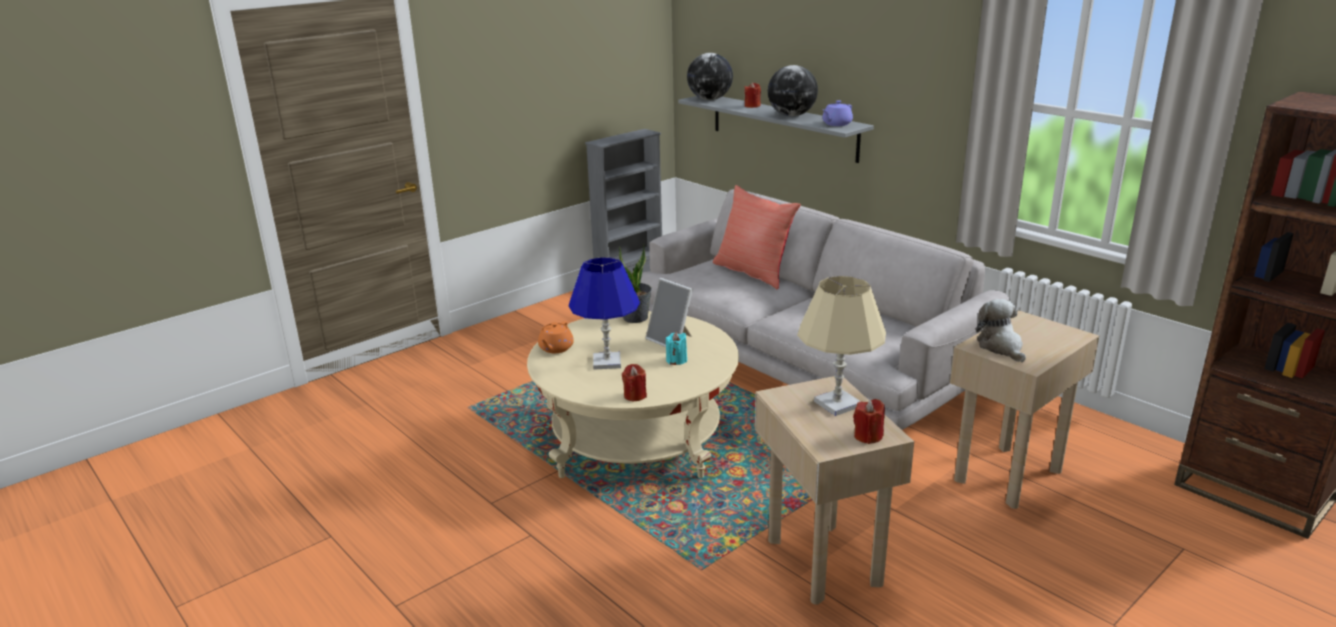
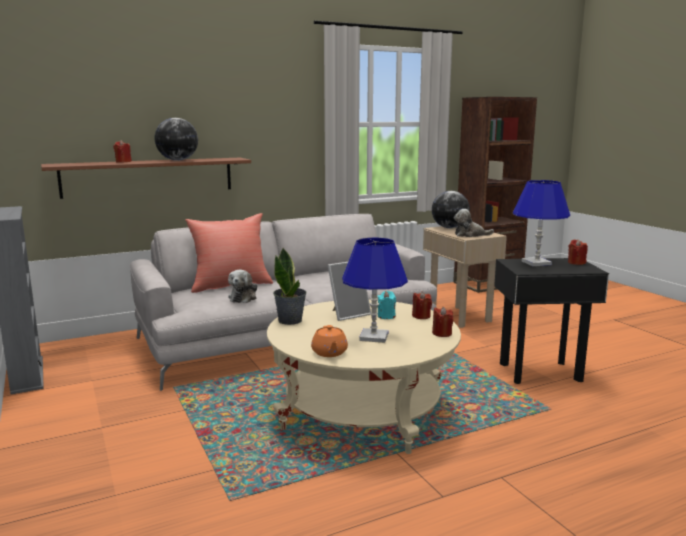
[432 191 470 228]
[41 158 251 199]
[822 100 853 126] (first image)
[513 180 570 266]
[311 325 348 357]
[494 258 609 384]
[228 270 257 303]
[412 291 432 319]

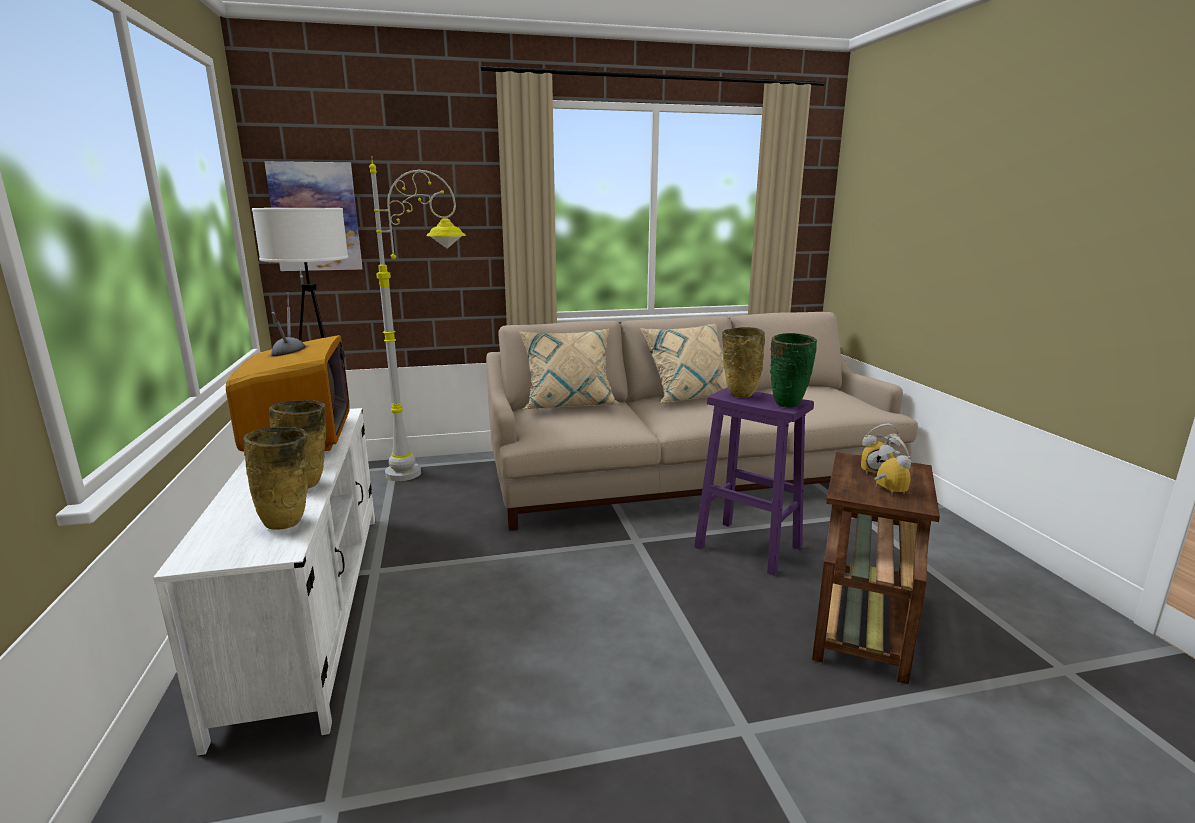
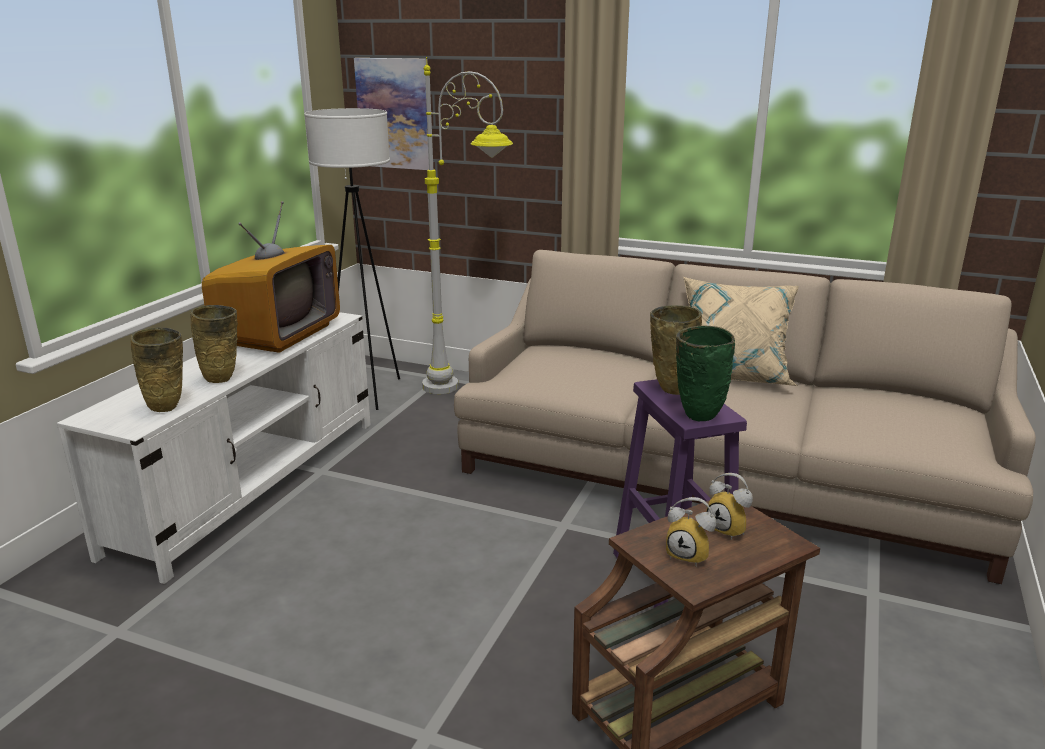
[519 329 621 409] (first image)
[666 497 716 566]

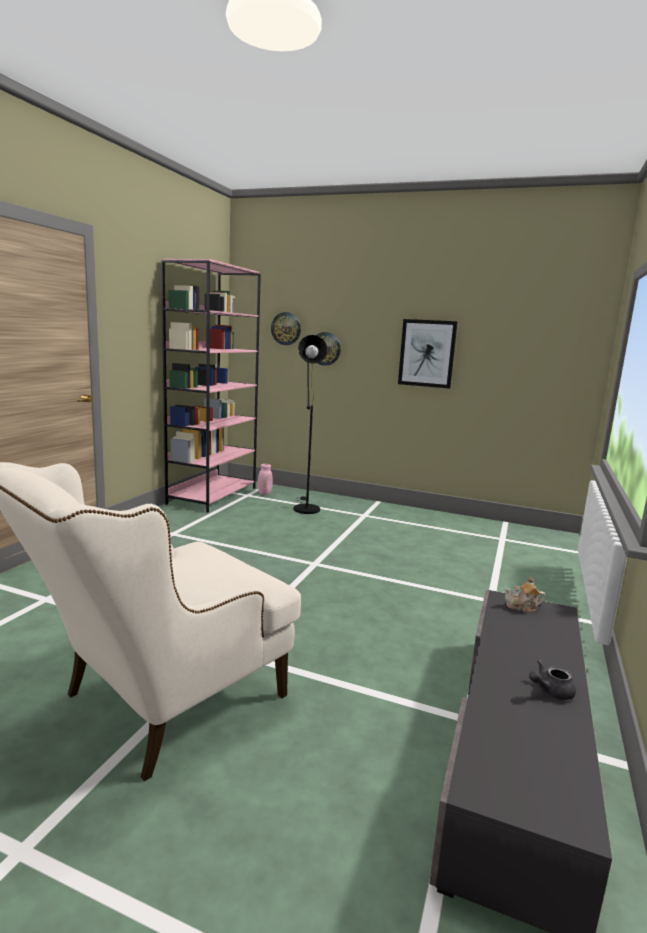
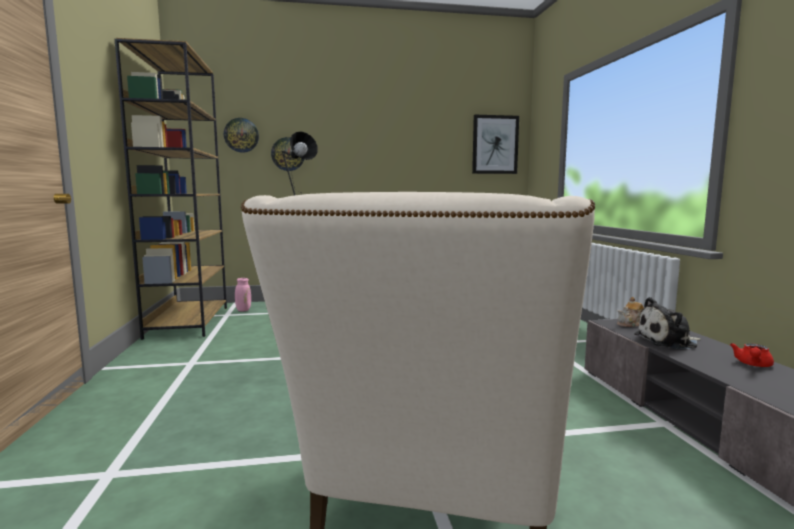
[115 38 227 340]
[472 115 519 174]
[730 343 774 367]
[634 297 701 349]

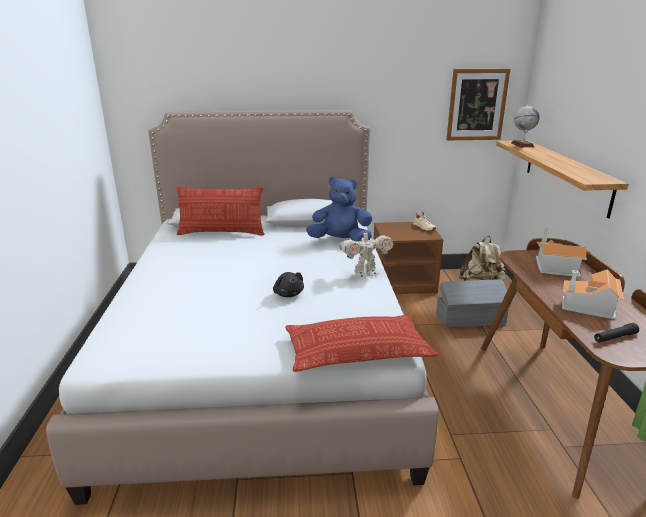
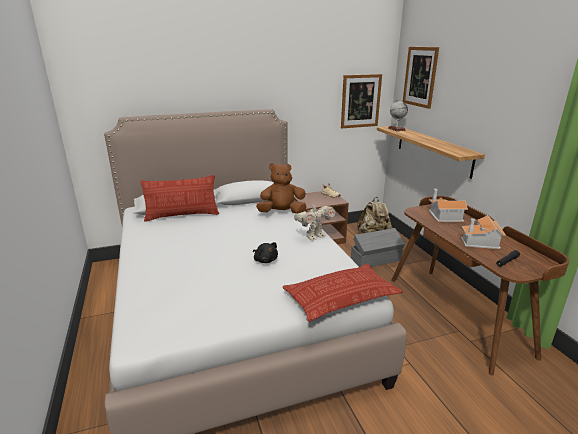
[256 163 306 214]
[403 47 439 109]

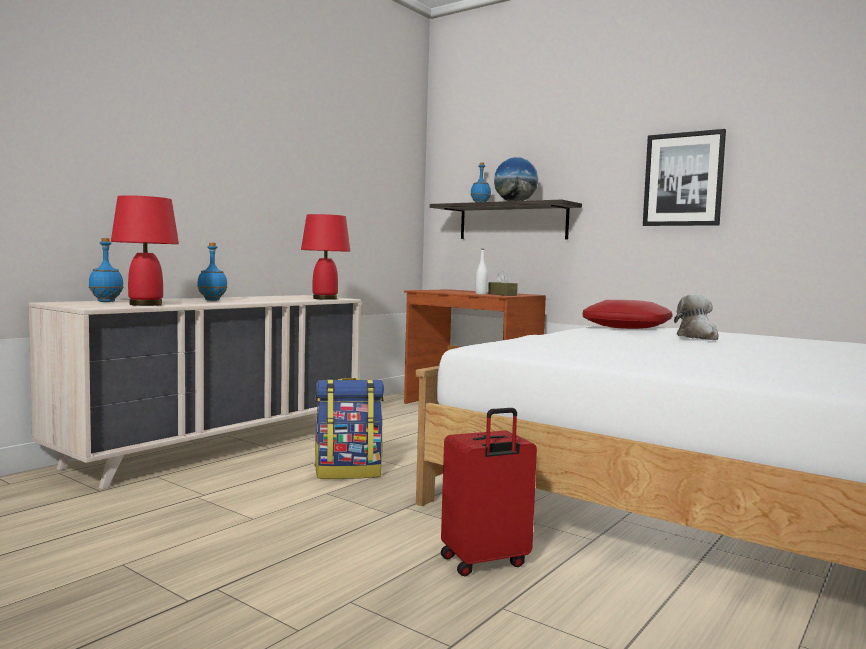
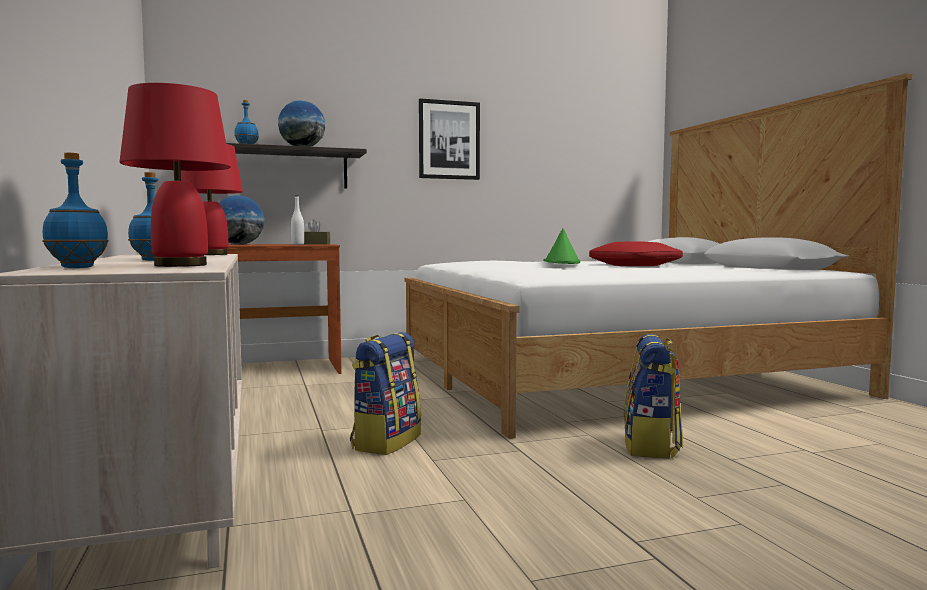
[543 228 581 264]
[589 241 683 266]
[624 334 683 459]
[219 195 264 245]

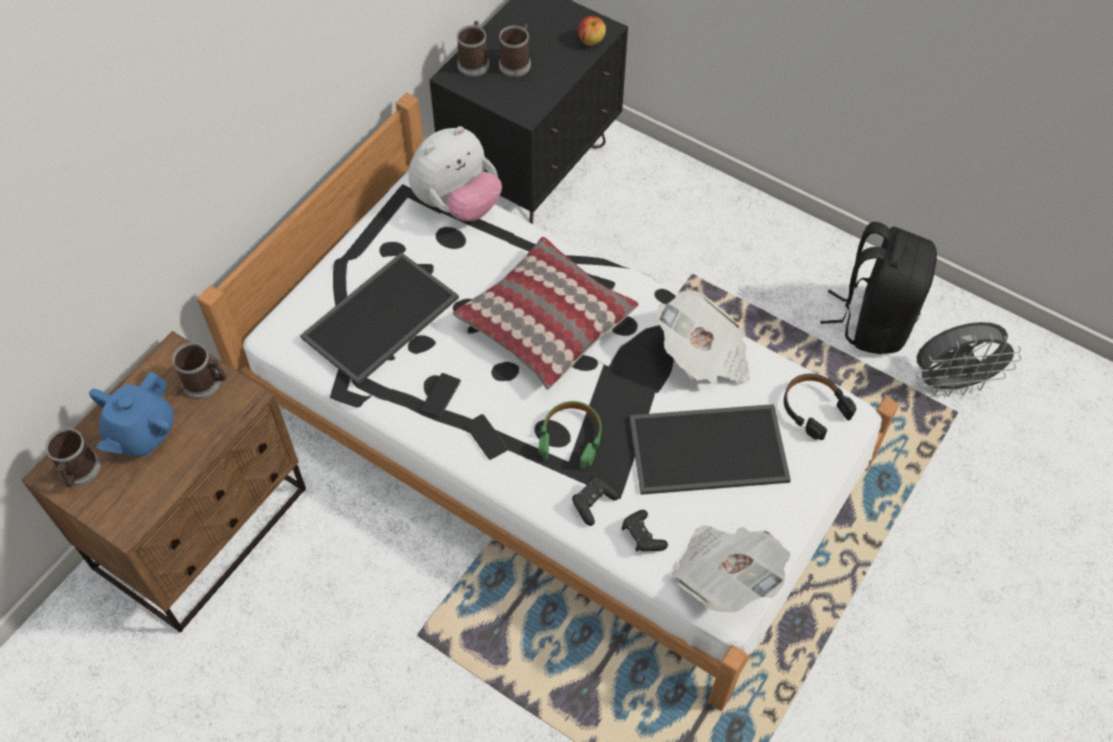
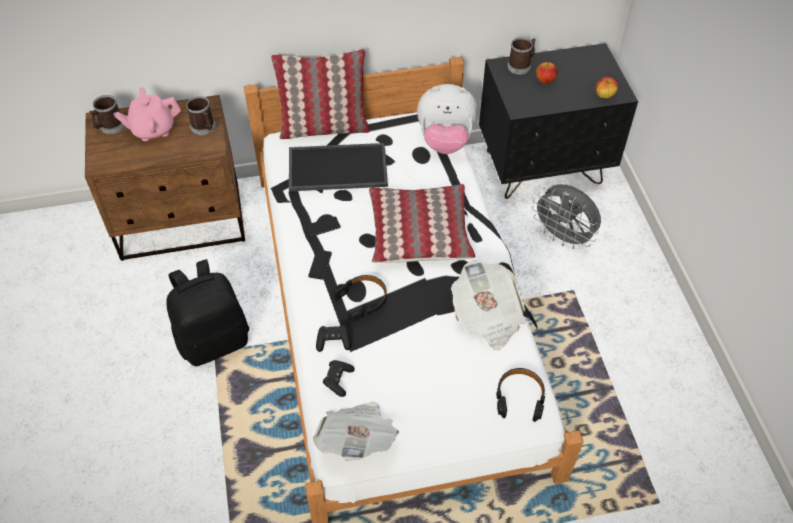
[536 62 558 84]
[166 259 249 366]
[532 184 601 249]
[114 87 181 141]
[334 275 387 322]
[629 404 791 495] (first image)
[271 49 370 139]

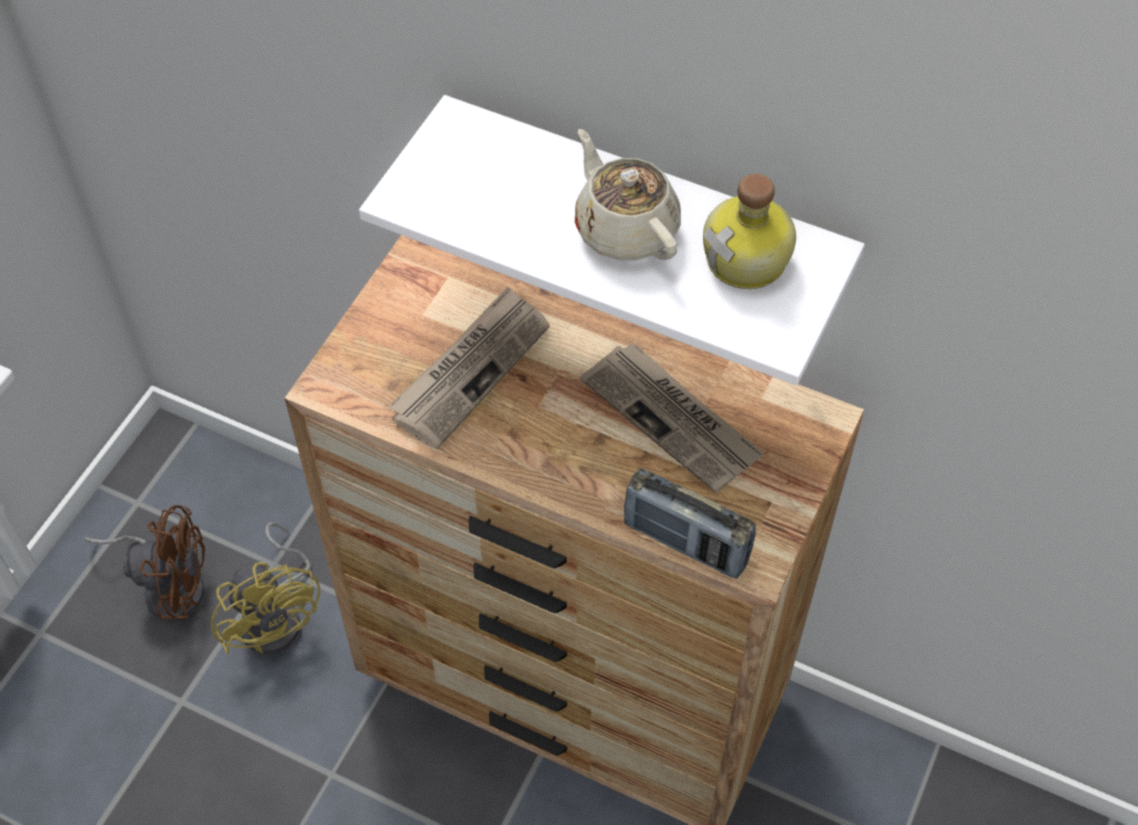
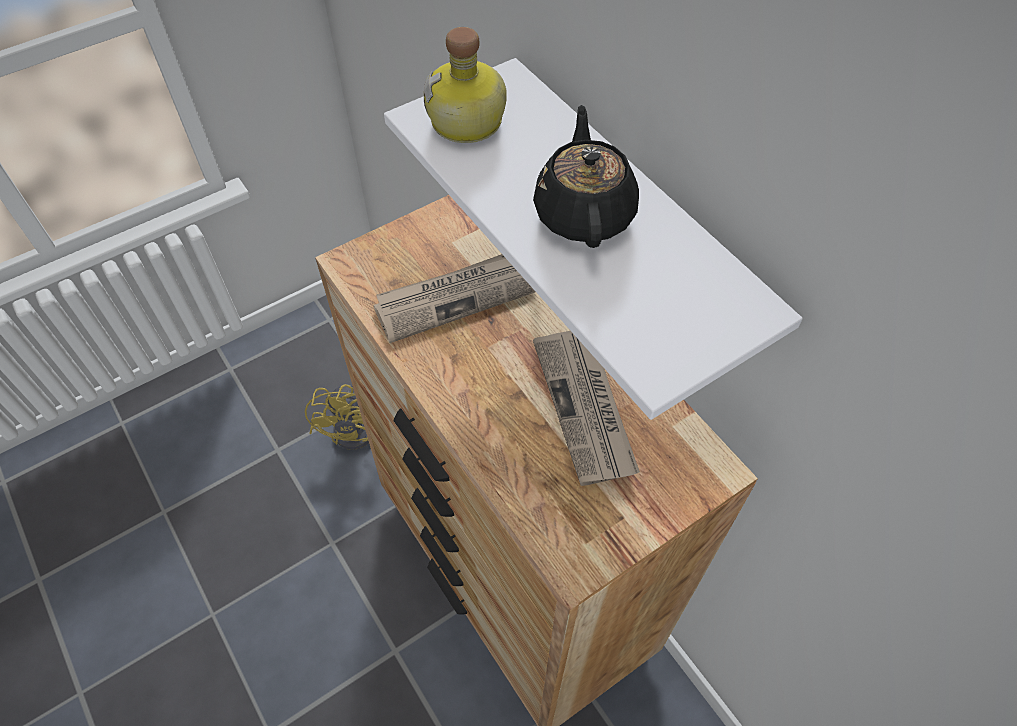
[533 105 639 248]
[424 27 507 143]
[624 468 756 579] (first image)
[84 505 205 620] (first image)

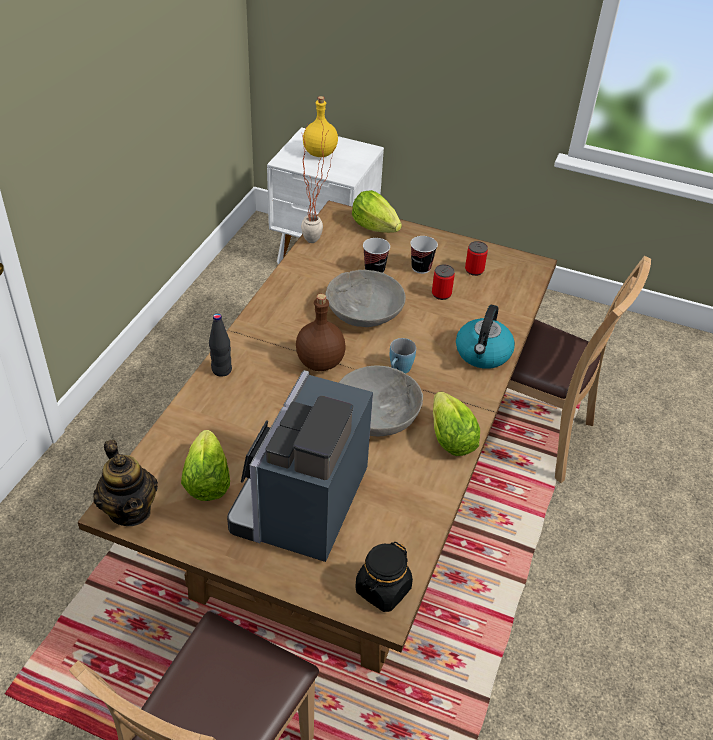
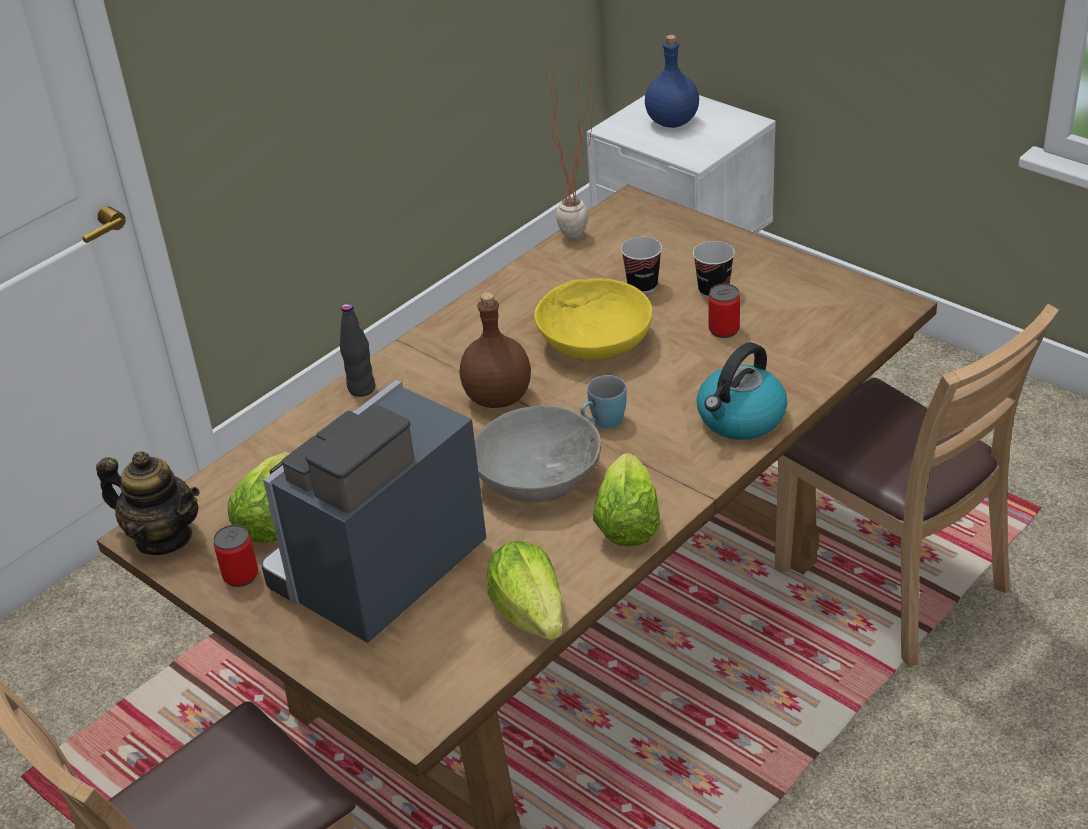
[645 35 699 128]
[487 541 563 640]
[213 525 258 587]
[534 278 653 360]
[96 451 200 555]
[356 542 413 612] (first image)

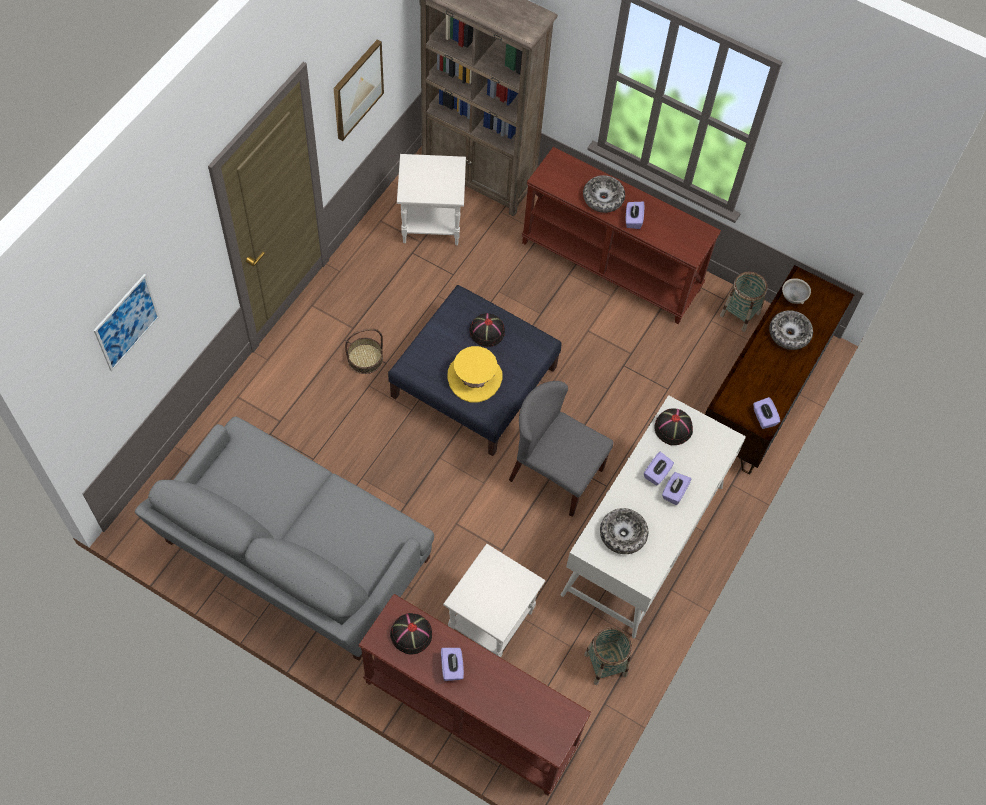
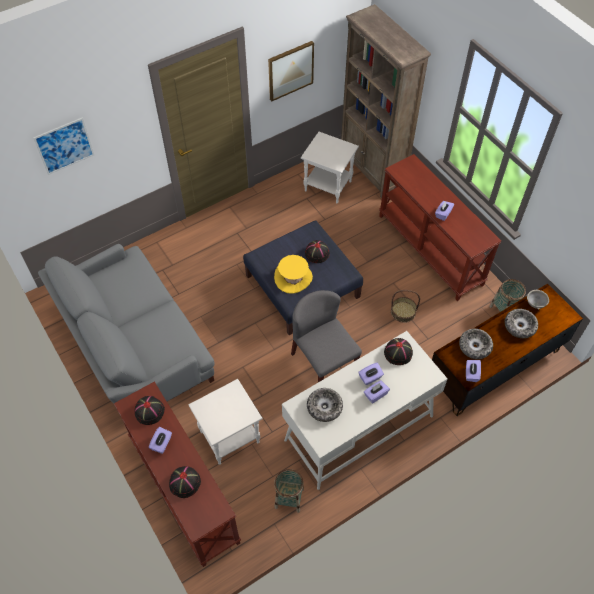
[459 329 493 359]
[391 290 420 323]
[169 466 201 498]

